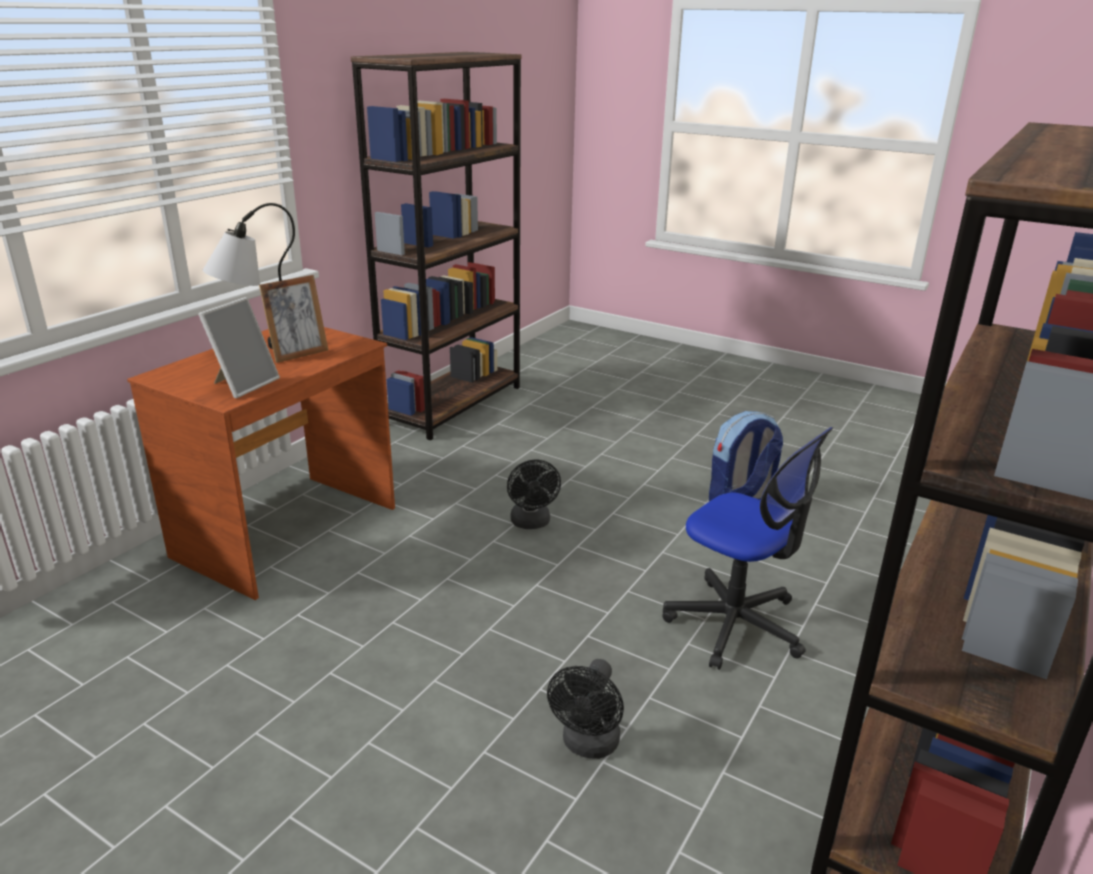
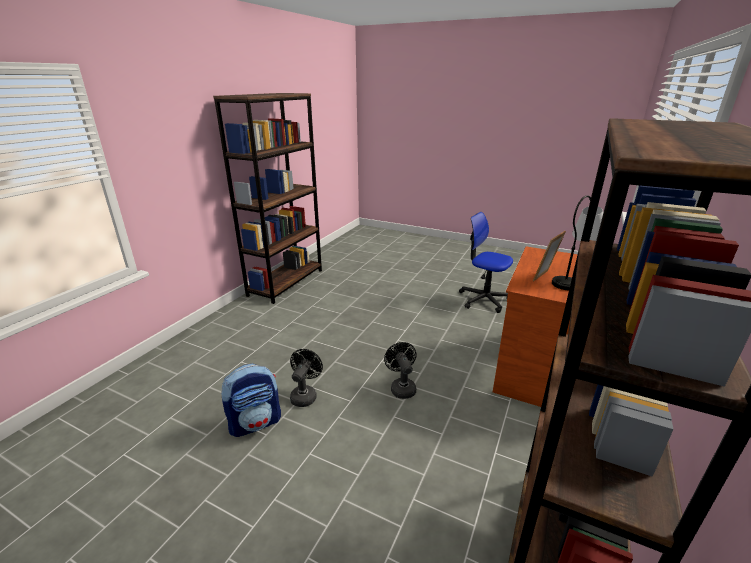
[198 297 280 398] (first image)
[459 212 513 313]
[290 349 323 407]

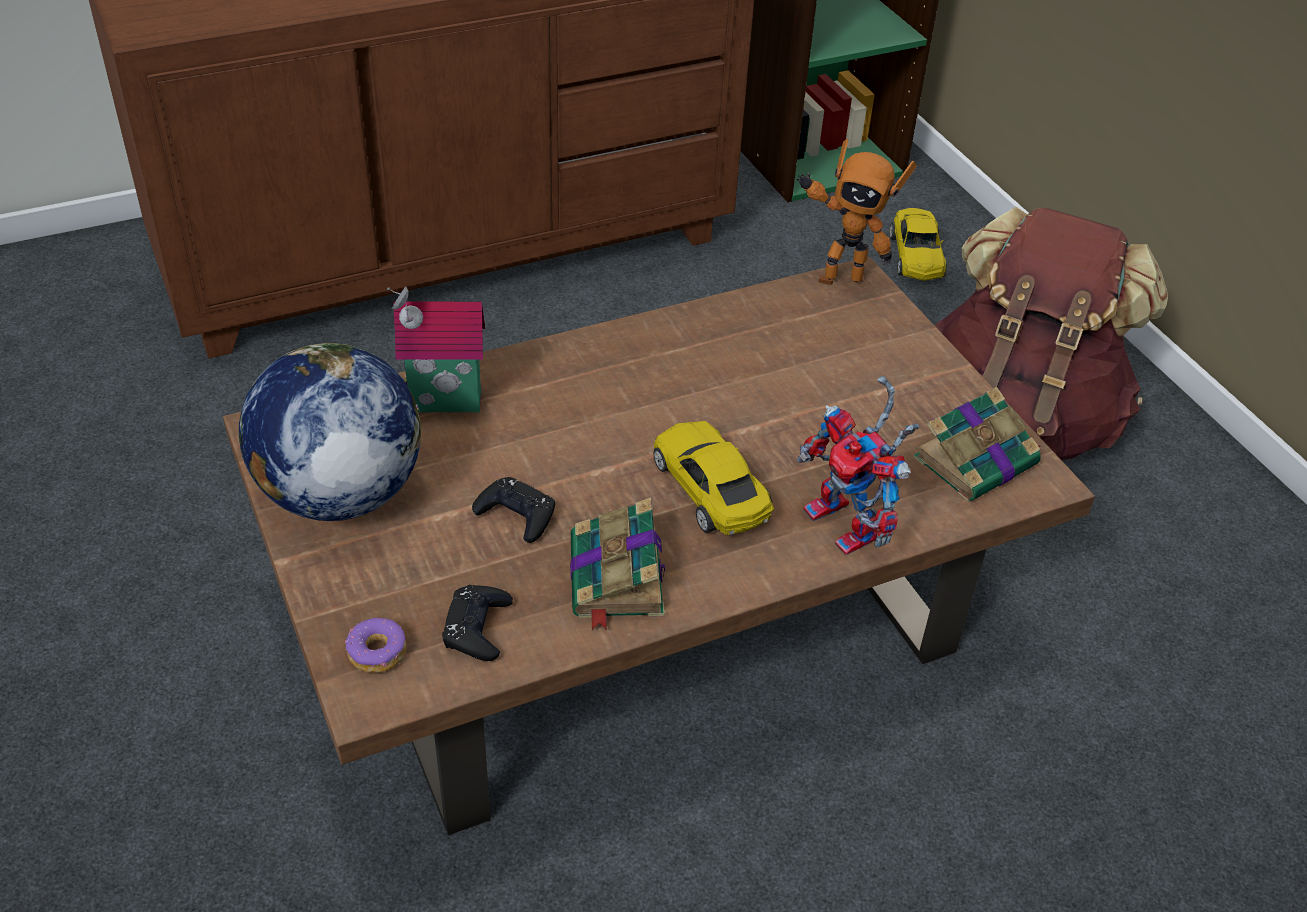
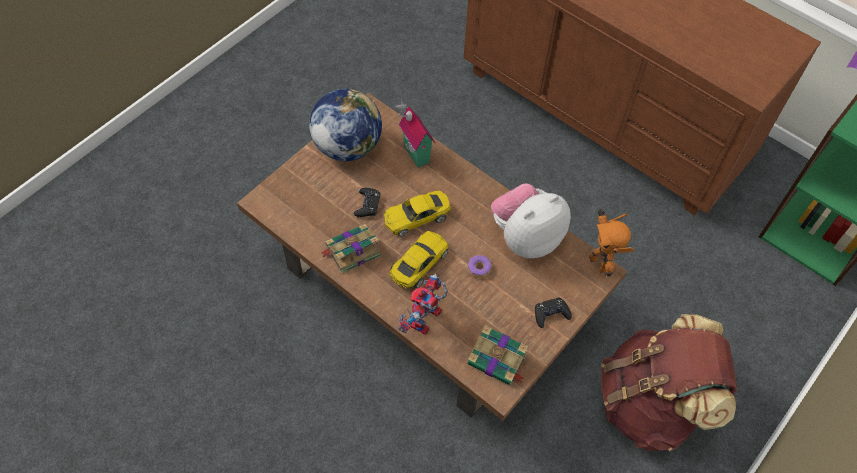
[384 191 451 236]
[535 298 572 328]
[468 255 492 278]
[491 183 571 258]

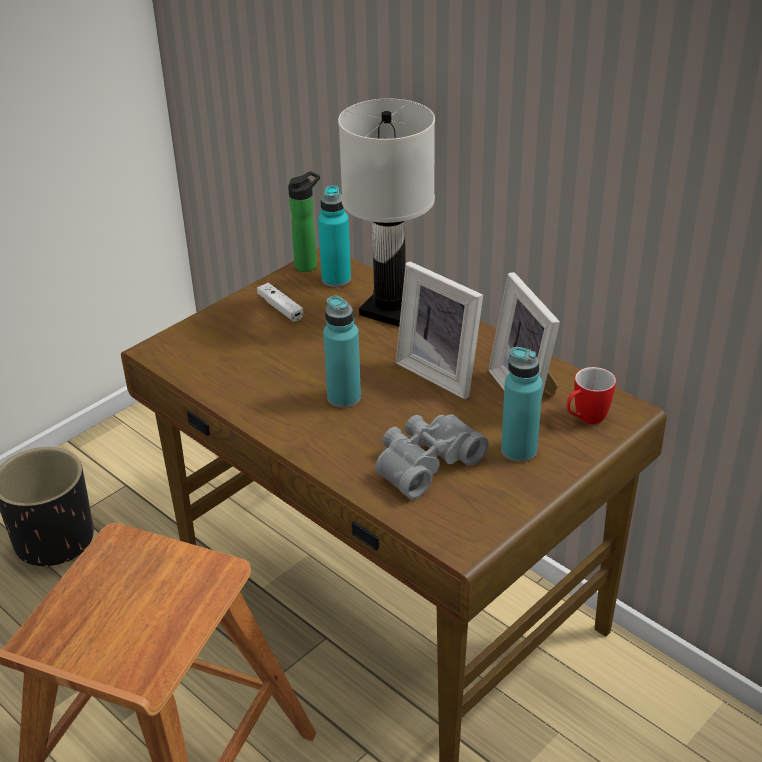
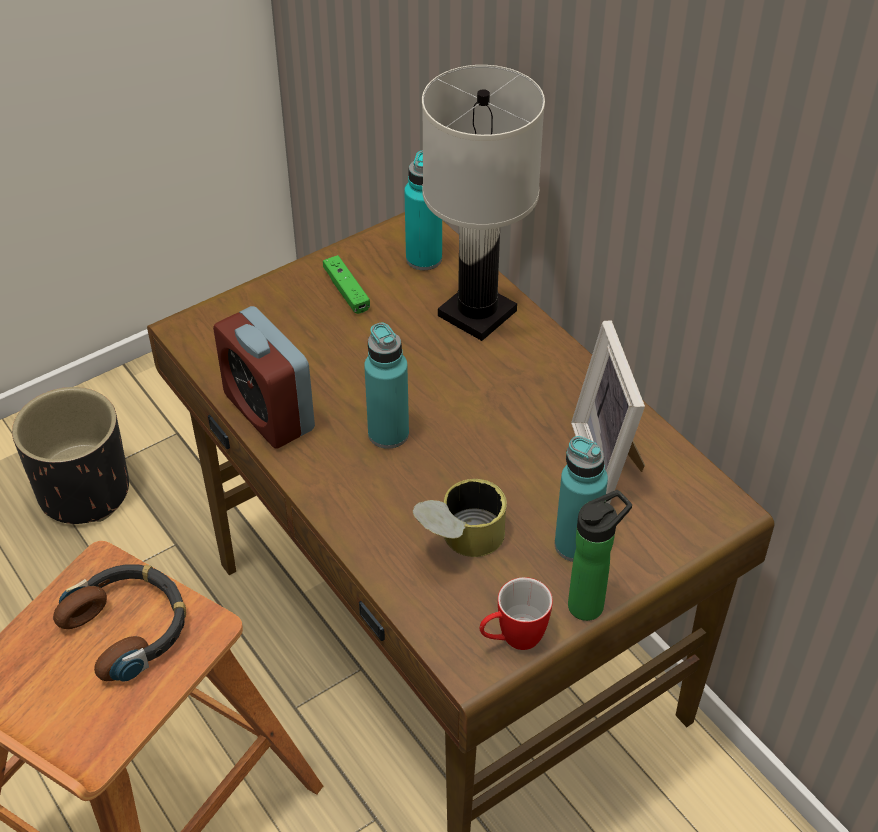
[568 490 632 621]
[396 261 483 399] (first image)
[323 255 370 314]
[480 577 553 650]
[413 479 507 557]
[213 306 315 449]
[53 564 186 682]

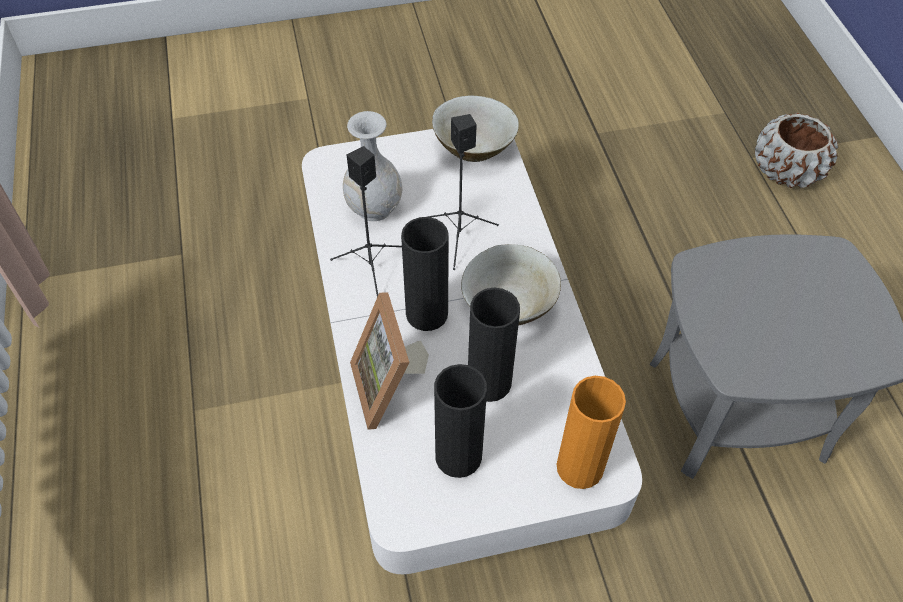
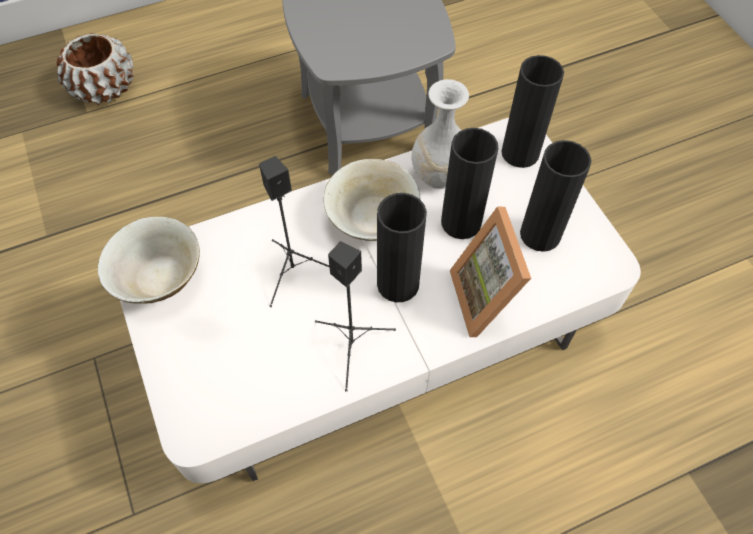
[411 79 469 189]
[450 206 531 337]
[501 55 564 168]

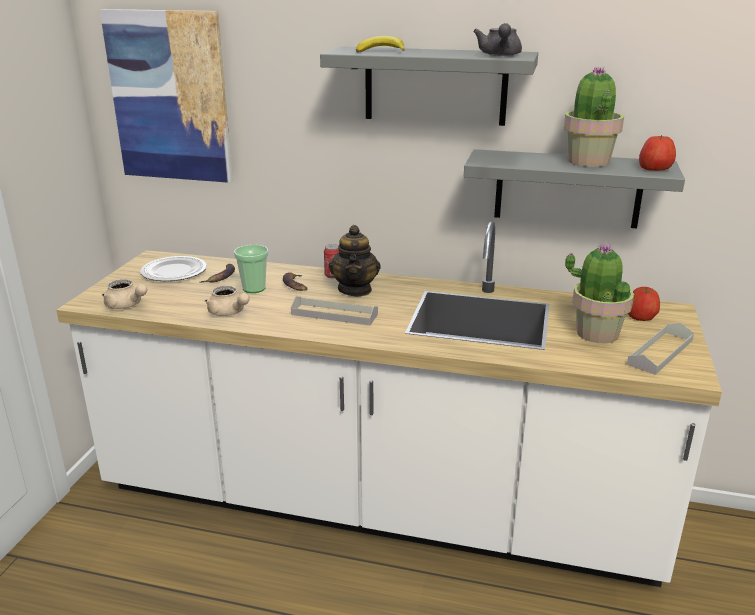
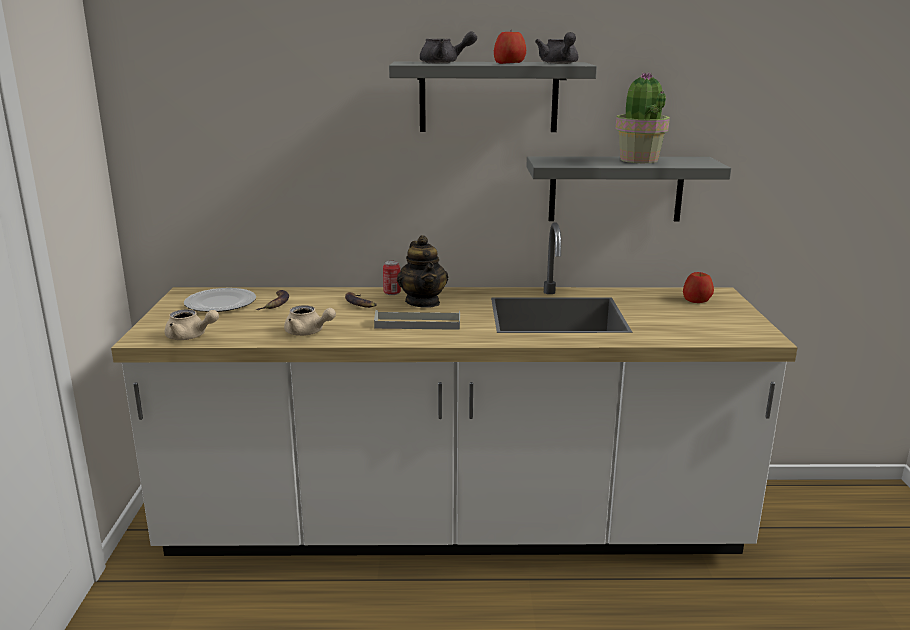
[100 9 233 183] (first image)
[420 31 477 63]
[494 30 526 64]
[565 243 634 343] (first image)
[234 245 268 293] (first image)
[627 323 694 375] (first image)

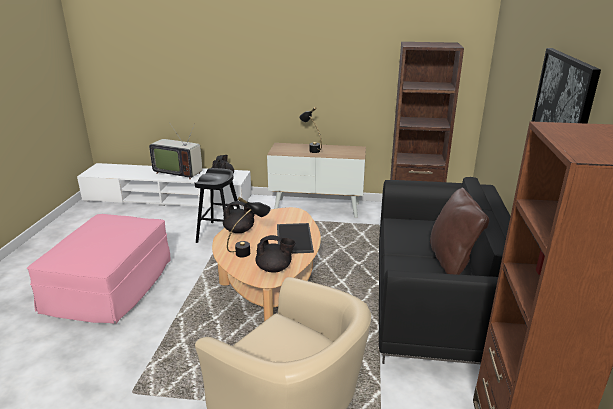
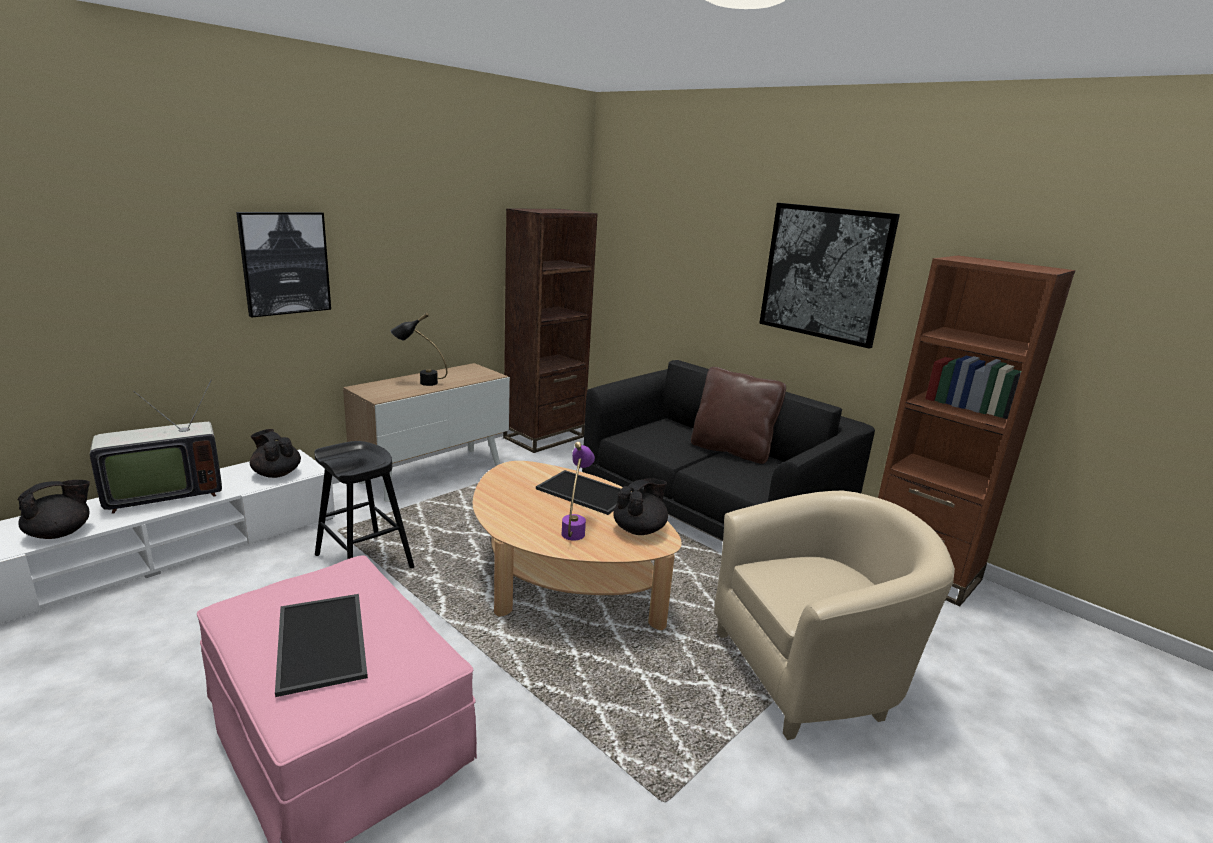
[561 442 595 541]
[17 480 90 539]
[236 212 331 318]
[275 594 368 697]

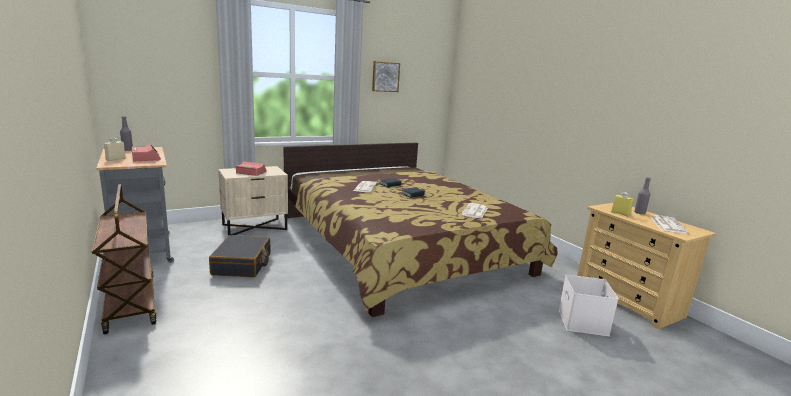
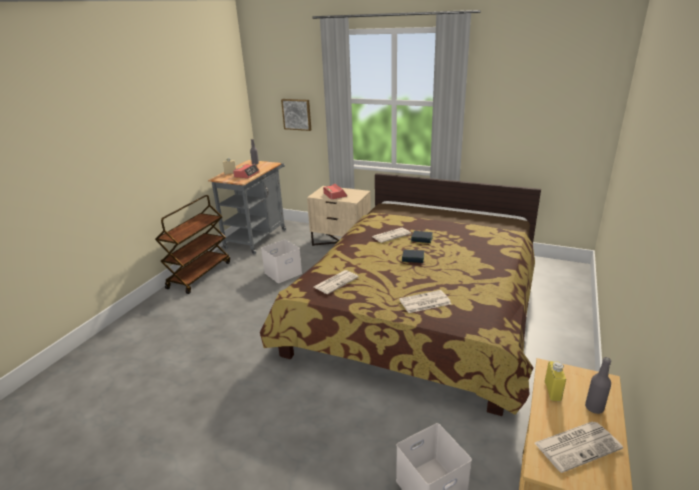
[281 99 311 131]
[261 239 302 283]
[314 270 359 294]

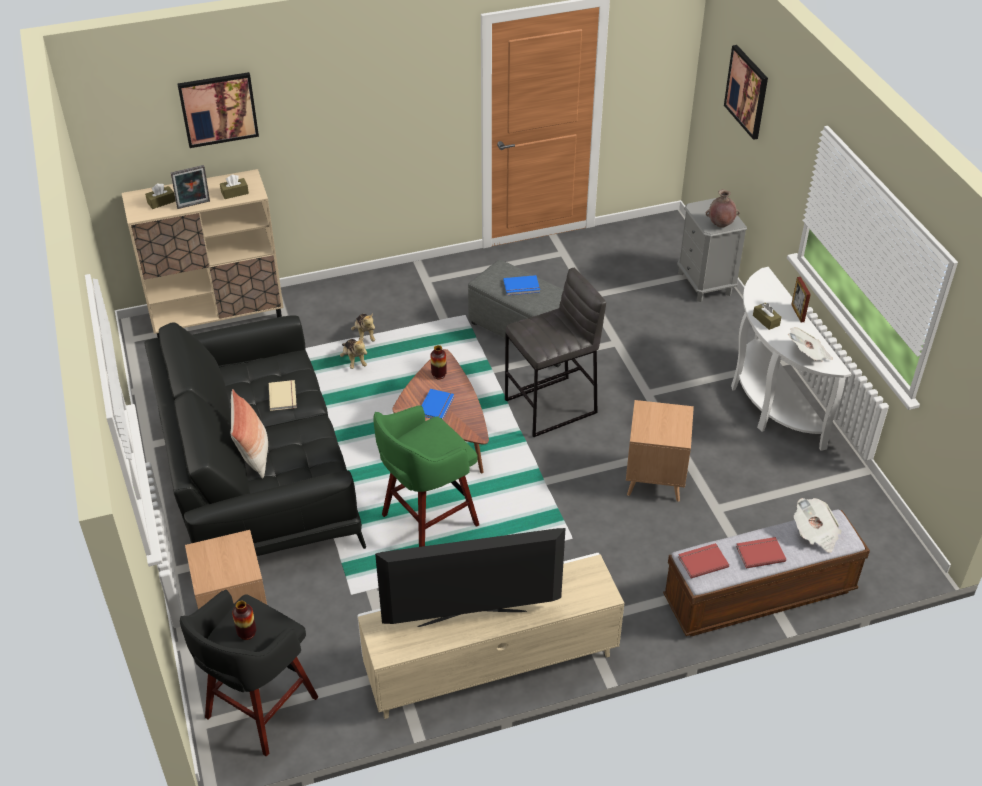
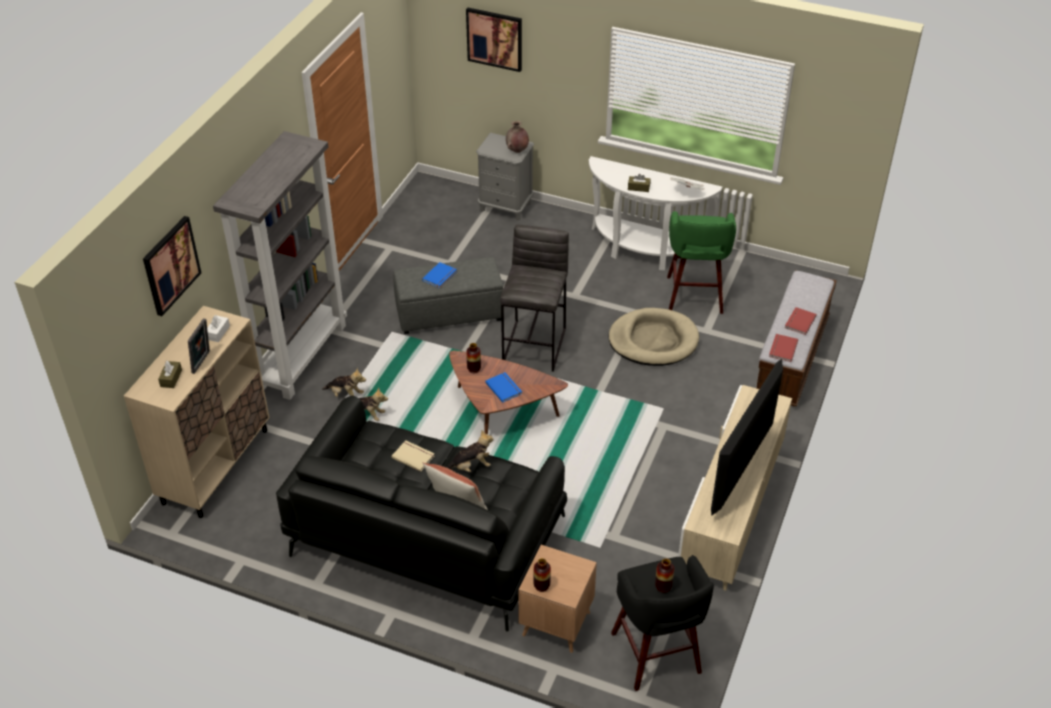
[207 315 230 342]
[791 277 811 323] (first image)
[609 308 699 366]
[667 211 736 314]
[794 498 842 553] (first image)
[213 131 347 400]
[447 430 494 472]
[534 558 551 592]

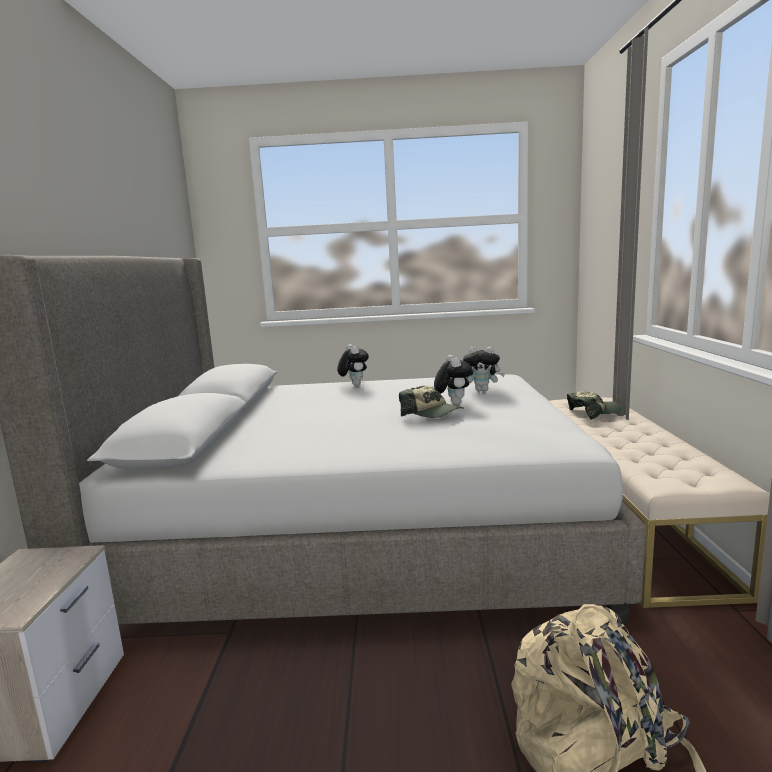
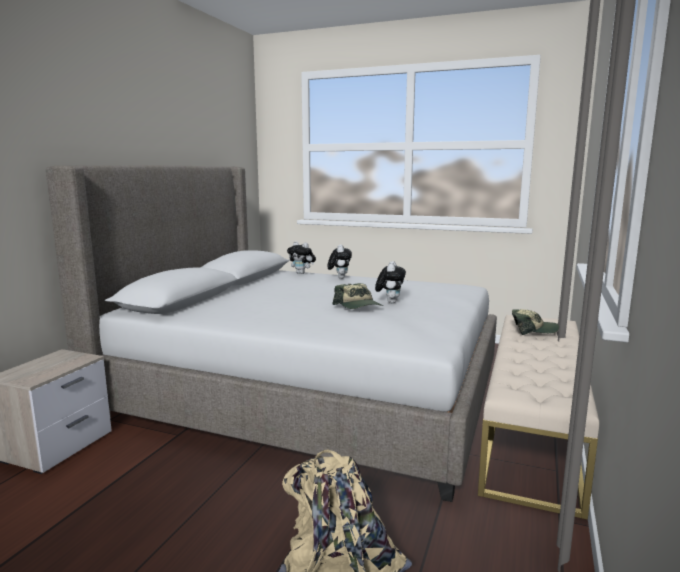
[287 241 316 274]

